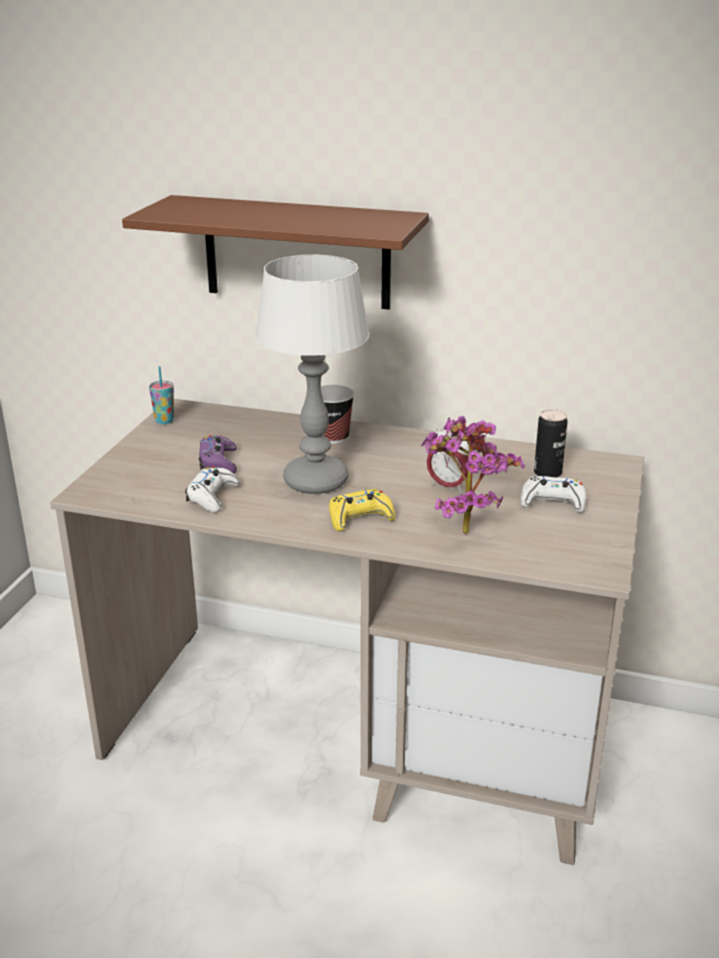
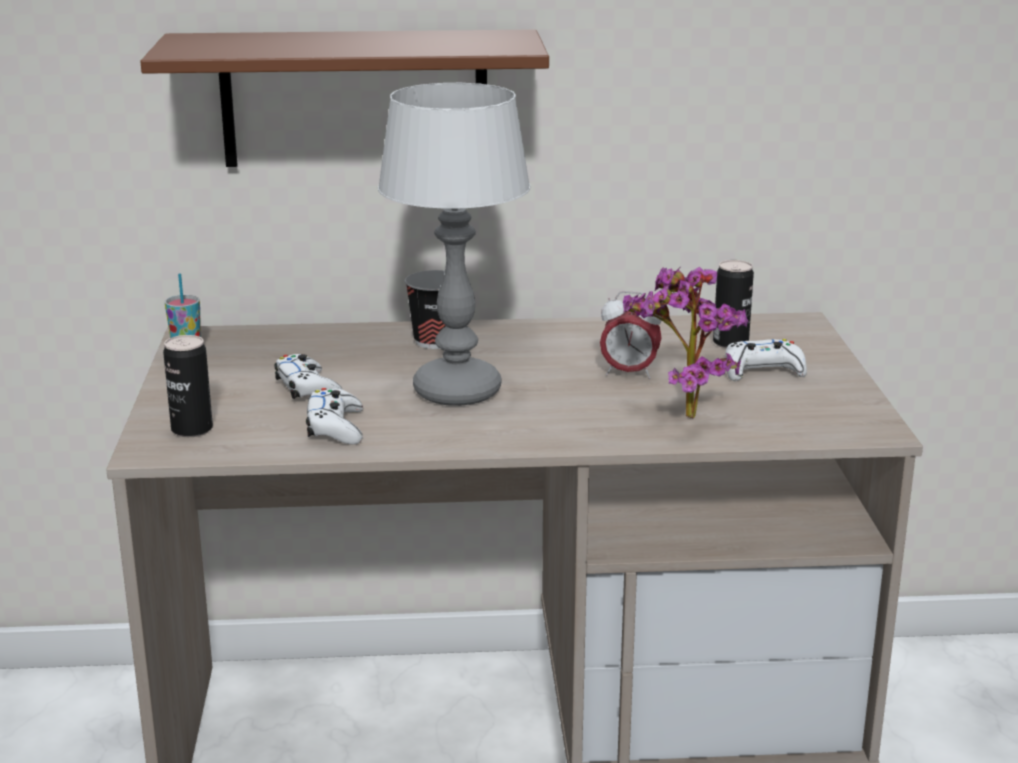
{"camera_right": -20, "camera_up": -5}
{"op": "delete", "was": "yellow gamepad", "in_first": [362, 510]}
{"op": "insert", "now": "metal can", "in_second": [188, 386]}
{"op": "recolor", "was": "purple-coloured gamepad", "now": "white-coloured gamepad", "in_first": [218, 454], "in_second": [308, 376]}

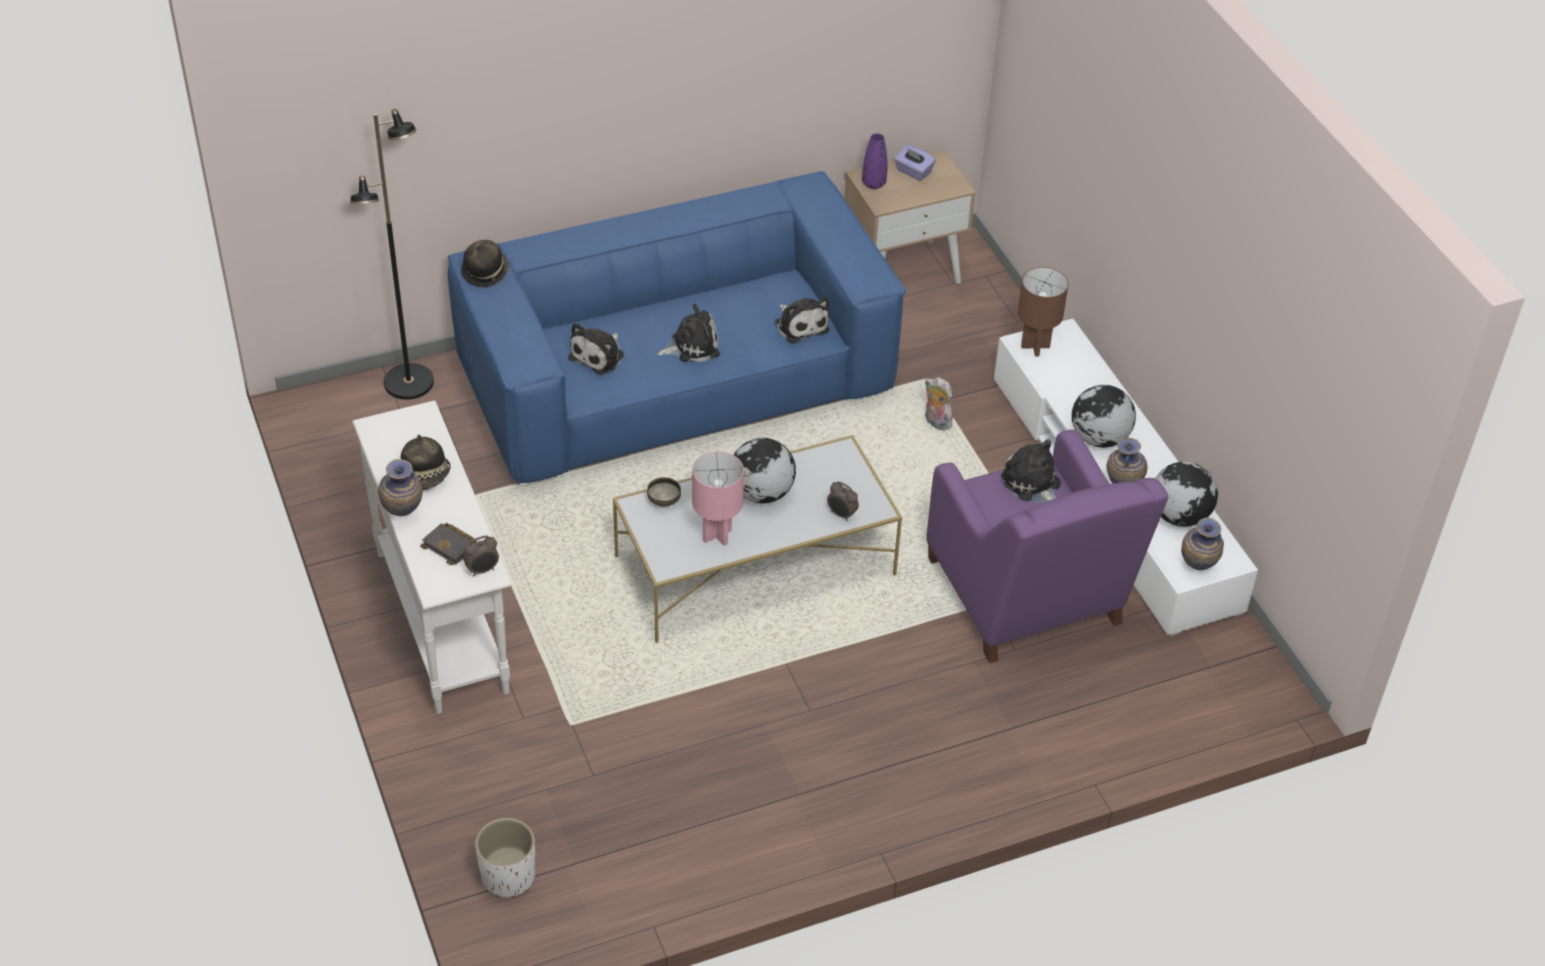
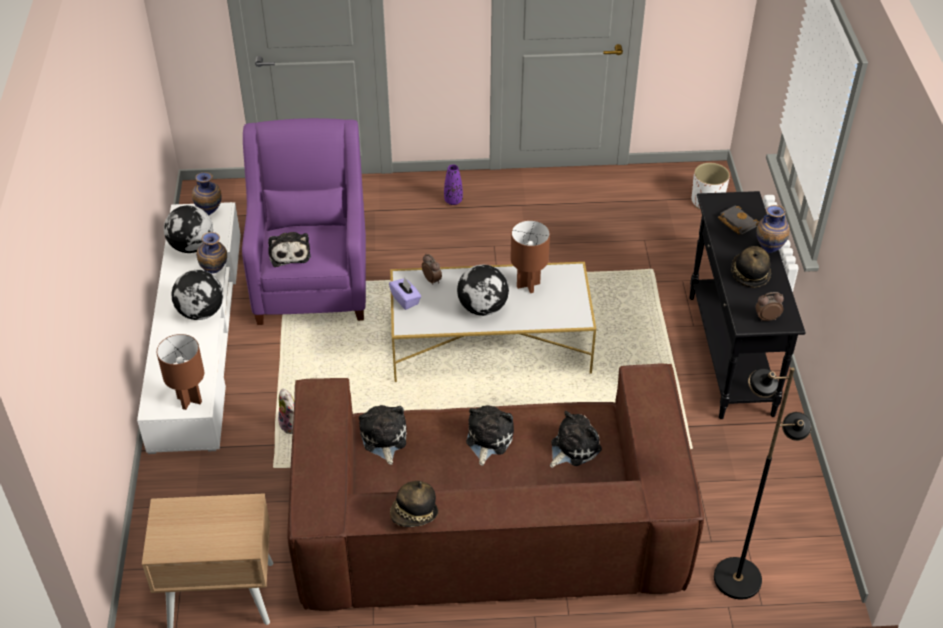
{"camera_right": -160, "camera_up": 0}
{"op": "delete", "was": "deep dish", "in_first": [664, 491]}
{"op": "move", "was": "hat", "in_first": [485, 263], "in_second": [414, 504]}
{"op": "move", "was": "bedside clock", "in_first": [481, 556], "in_second": [770, 306]}
{"op": "move", "was": "purple-coloured vase", "in_first": [874, 161], "in_second": [453, 184]}
{"op": "move", "was": "purple-coloured tissue holder", "in_first": [915, 163], "in_second": [405, 294]}
{"op": "recolor", "was": "white-coloured console table", "now": "black-coloured console table", "in_first": [432, 556], "in_second": [747, 305]}
{"op": "recolor", "was": "blue settee", "now": "brownish settee", "in_first": [676, 327], "in_second": [496, 487]}
{"op": "recolor", "was": "pinkish tabletop lamp", "now": "brownish tabletop lamp", "in_first": [718, 498], "in_second": [530, 256]}
{"op": "rotate", "was": "soft toy", "in_first": [688, 333], "in_second": [490, 435], "clockwise": 105}

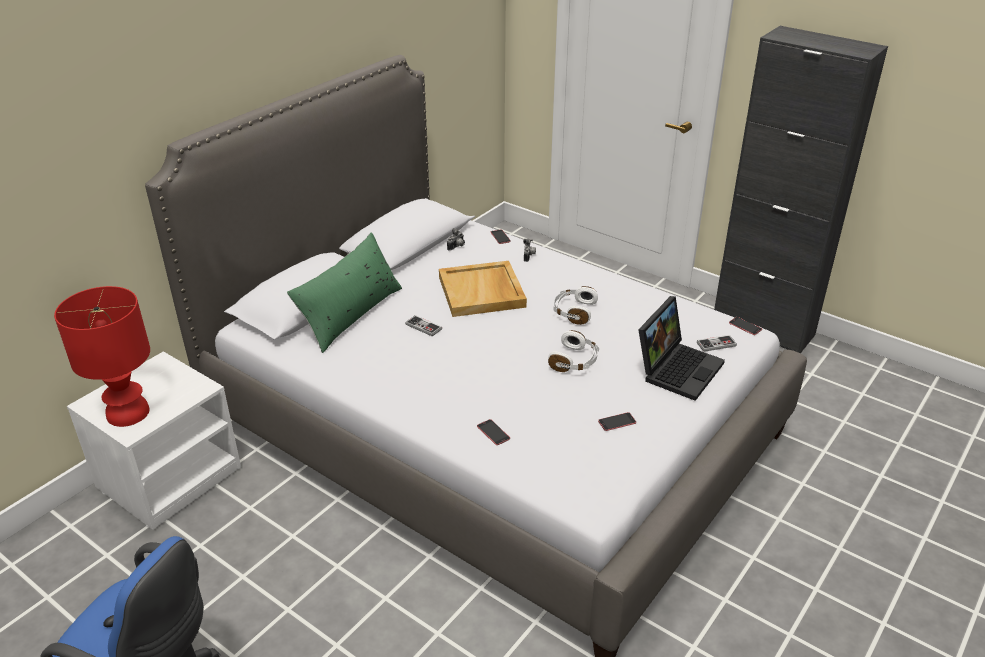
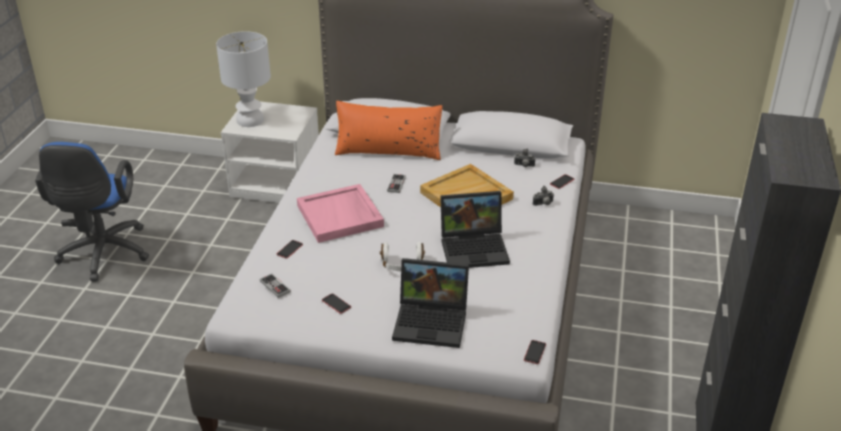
{"camera_right": 65, "camera_up": 0}
{"op": "insert", "now": "pinkish serving tray", "in_second": [340, 213]}
{"op": "move", "was": "gamepad", "in_first": [717, 343], "in_second": [275, 286]}
{"op": "replace", "was": "white-coloured pair of headphones", "now": "portable computer", "in_first": [575, 305], "in_second": [475, 229]}
{"op": "recolor", "was": "reddish tabletop lamp", "now": "white-coloured tabletop lamp", "in_first": [102, 356], "in_second": [243, 79]}
{"op": "recolor", "was": "greenish cushion", "now": "orange cushion", "in_first": [344, 292], "in_second": [389, 130]}

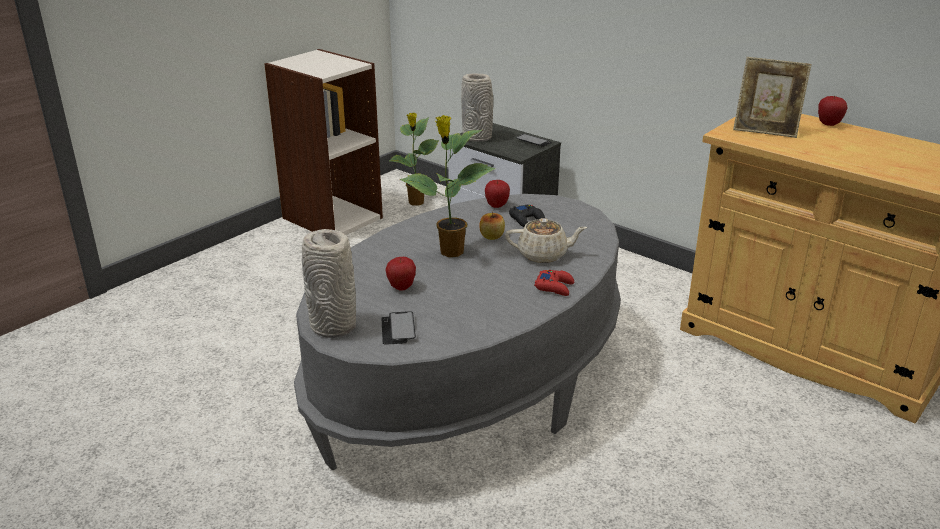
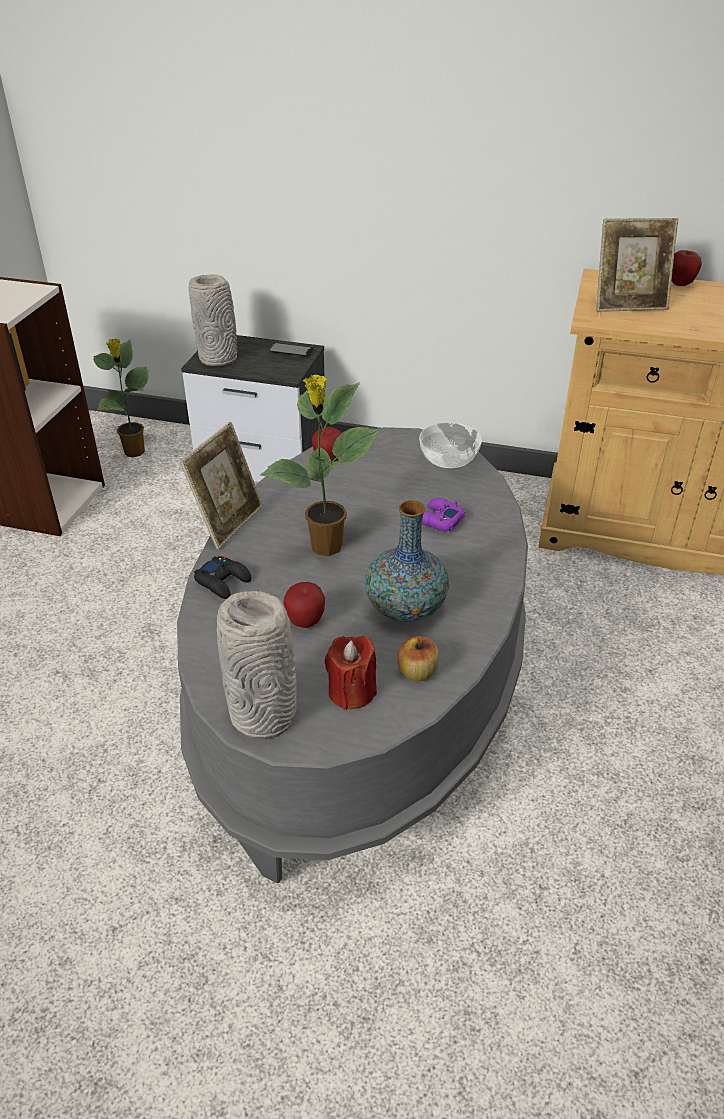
{"camera_right": -25, "camera_up": 10}
{"op": "delete", "was": "reddish gamepad", "in_first": [554, 283]}
{"op": "insert", "now": "picture frame", "in_second": [221, 486]}
{"op": "insert", "now": "vase", "in_second": [407, 561]}
{"op": "insert", "now": "deep dish", "in_second": [450, 446]}
{"op": "move", "was": "apple fruit", "in_first": [492, 225], "in_second": [418, 658]}
{"op": "move", "was": "black-coloured gamepad", "in_first": [527, 216], "in_second": [223, 577]}
{"op": "replace", "was": "telephone", "now": "reddish wax candle", "in_first": [398, 327], "in_second": [351, 673]}
{"op": "replace", "was": "sand-coloured tea pot", "now": "purple-coloured gamepad", "in_first": [546, 240], "in_second": [443, 514]}

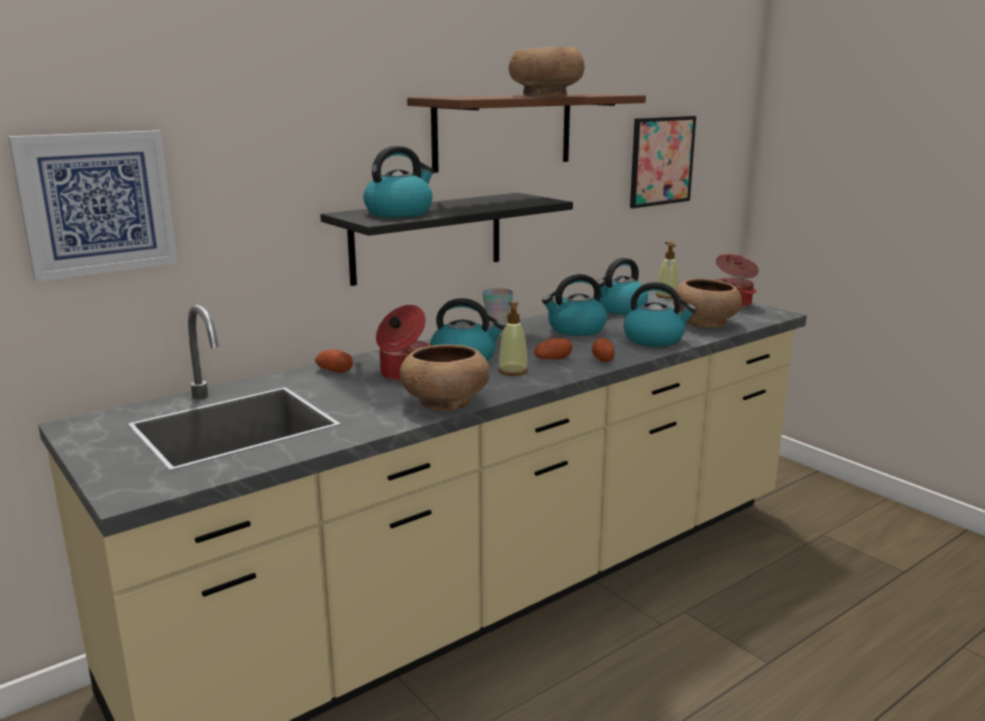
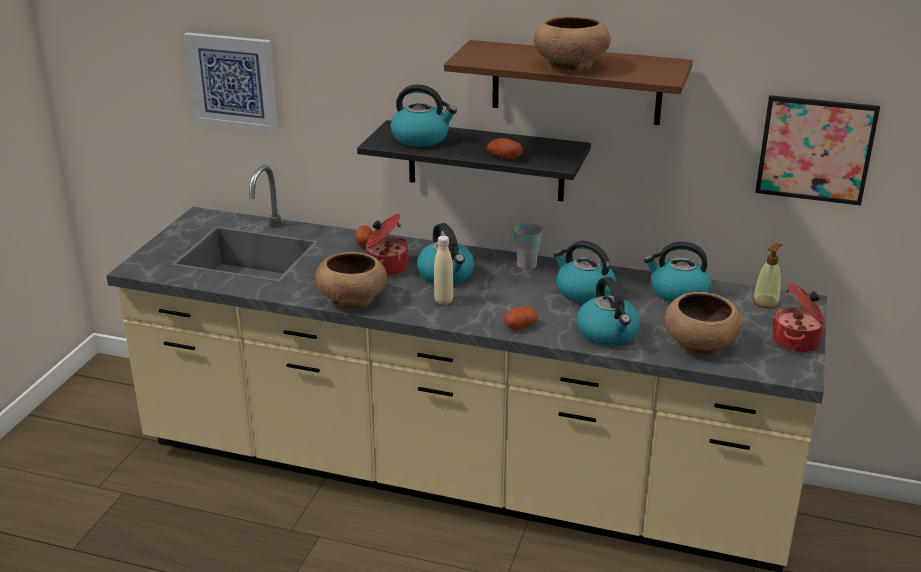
{"camera_right": 55, "camera_up": 10}
{"op": "move", "was": "potato", "in_first": [553, 349], "in_second": [504, 149]}
{"op": "replace", "was": "liquid soap bottle", "now": "sand-coloured beverage bottle", "in_first": [513, 339], "in_second": [443, 270]}

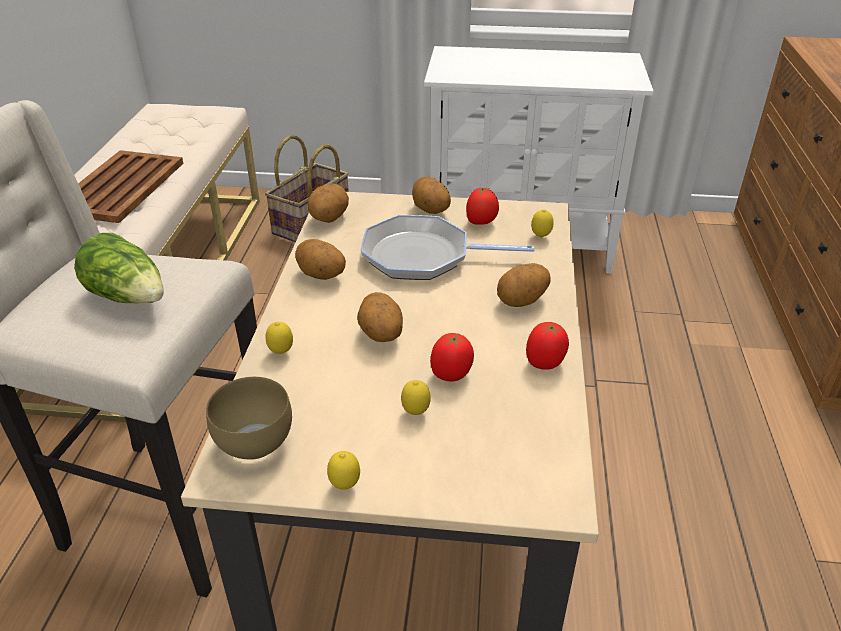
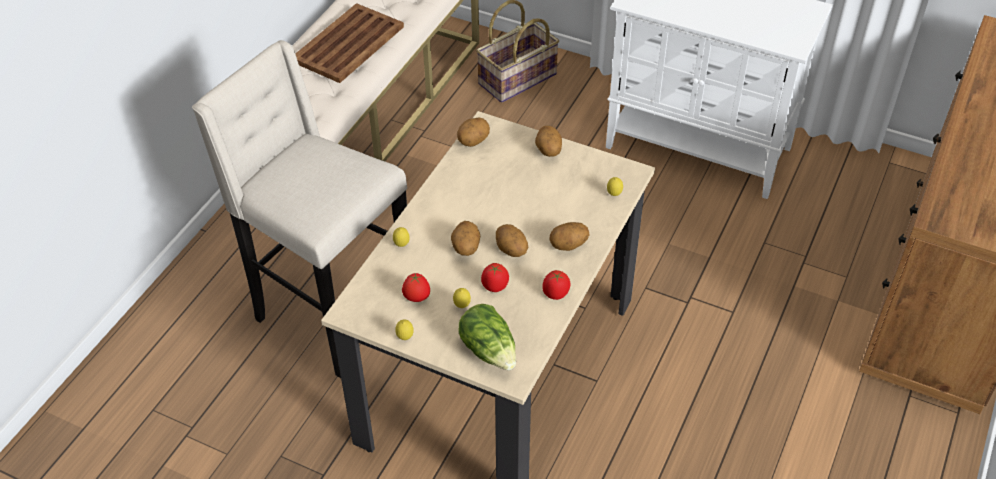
{"camera_right": 20, "camera_up": 10}
{"op": "delete", "was": "brownish deep dish", "in_first": [249, 418]}
{"op": "delete", "was": "frying pan", "in_first": [447, 247]}
{"op": "move", "was": "head of lettuce", "in_first": [118, 268], "in_second": [487, 337]}
{"op": "move", "was": "potato", "in_first": [320, 259], "in_second": [512, 240]}
{"op": "move", "was": "tomato", "in_first": [482, 206], "in_second": [416, 287]}

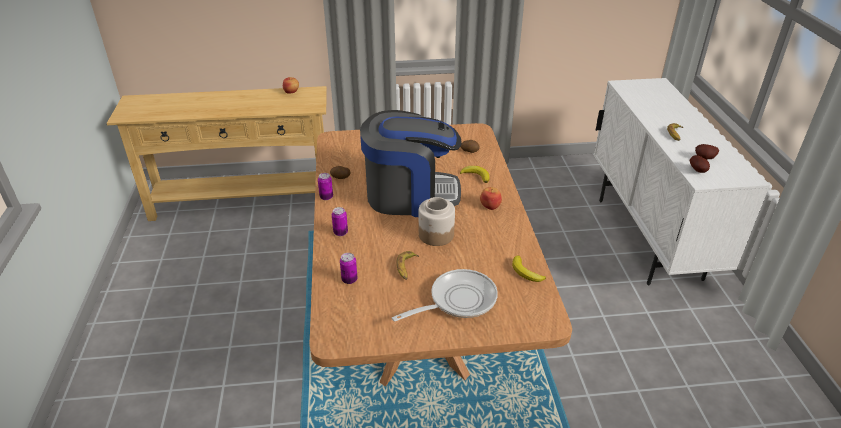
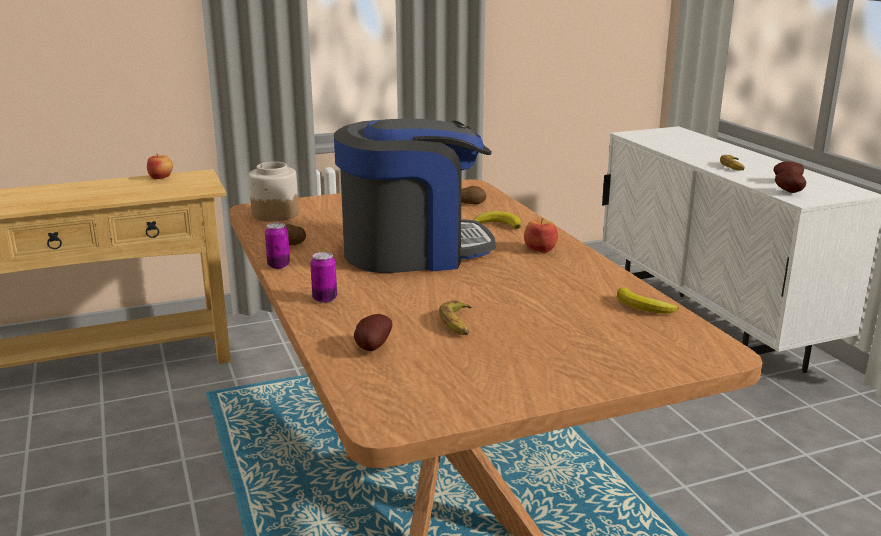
{"camera_right": -15, "camera_up": -15}
{"op": "delete", "was": "frying pan", "in_first": [445, 295]}
{"op": "move", "was": "jar", "in_first": [437, 221], "in_second": [274, 192]}
{"op": "replace", "was": "metal can", "now": "potato", "in_first": [349, 268], "in_second": [373, 332]}

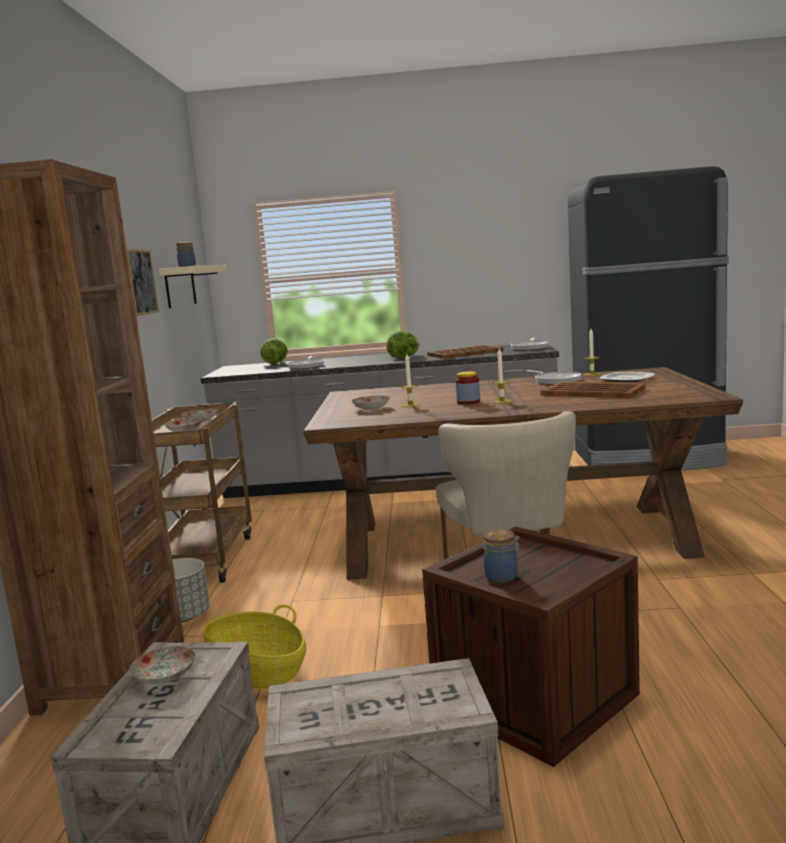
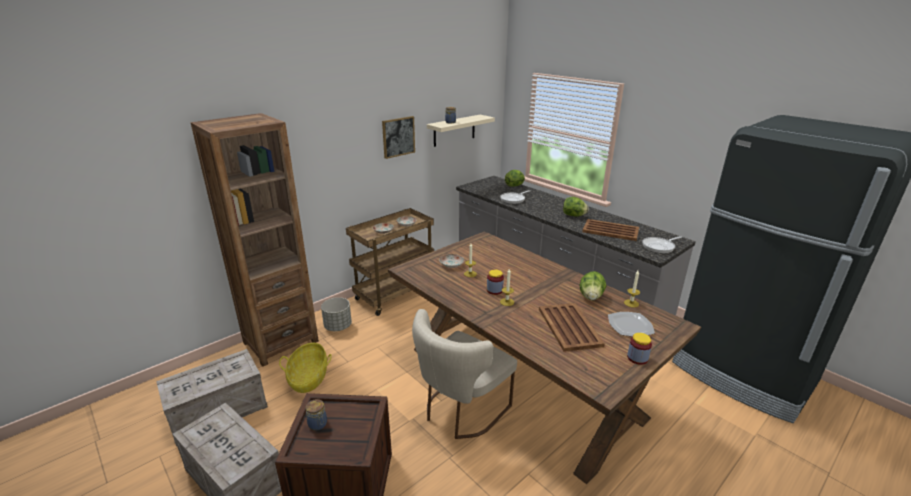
{"camera_right": 45, "camera_up": 15}
{"op": "delete", "was": "plate", "in_first": [162, 665]}
{"op": "insert", "now": "jar", "in_second": [639, 349]}
{"op": "replace", "was": "frying pan", "now": "head of lettuce", "in_first": [553, 377], "in_second": [593, 286]}

